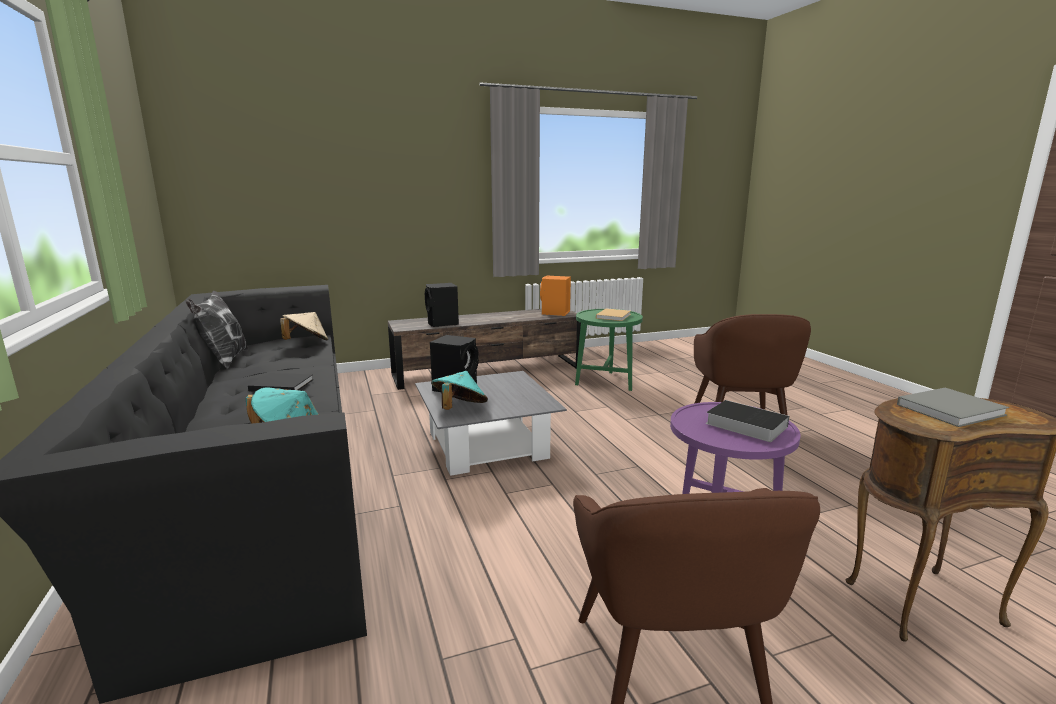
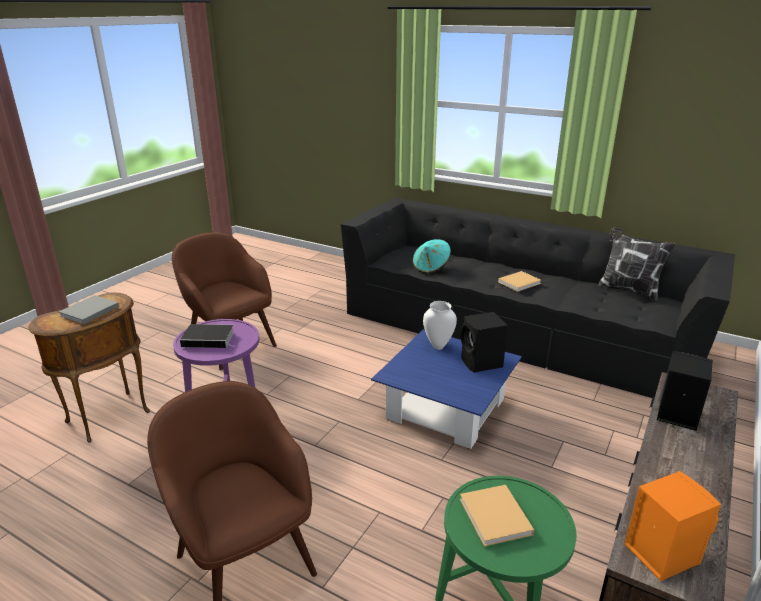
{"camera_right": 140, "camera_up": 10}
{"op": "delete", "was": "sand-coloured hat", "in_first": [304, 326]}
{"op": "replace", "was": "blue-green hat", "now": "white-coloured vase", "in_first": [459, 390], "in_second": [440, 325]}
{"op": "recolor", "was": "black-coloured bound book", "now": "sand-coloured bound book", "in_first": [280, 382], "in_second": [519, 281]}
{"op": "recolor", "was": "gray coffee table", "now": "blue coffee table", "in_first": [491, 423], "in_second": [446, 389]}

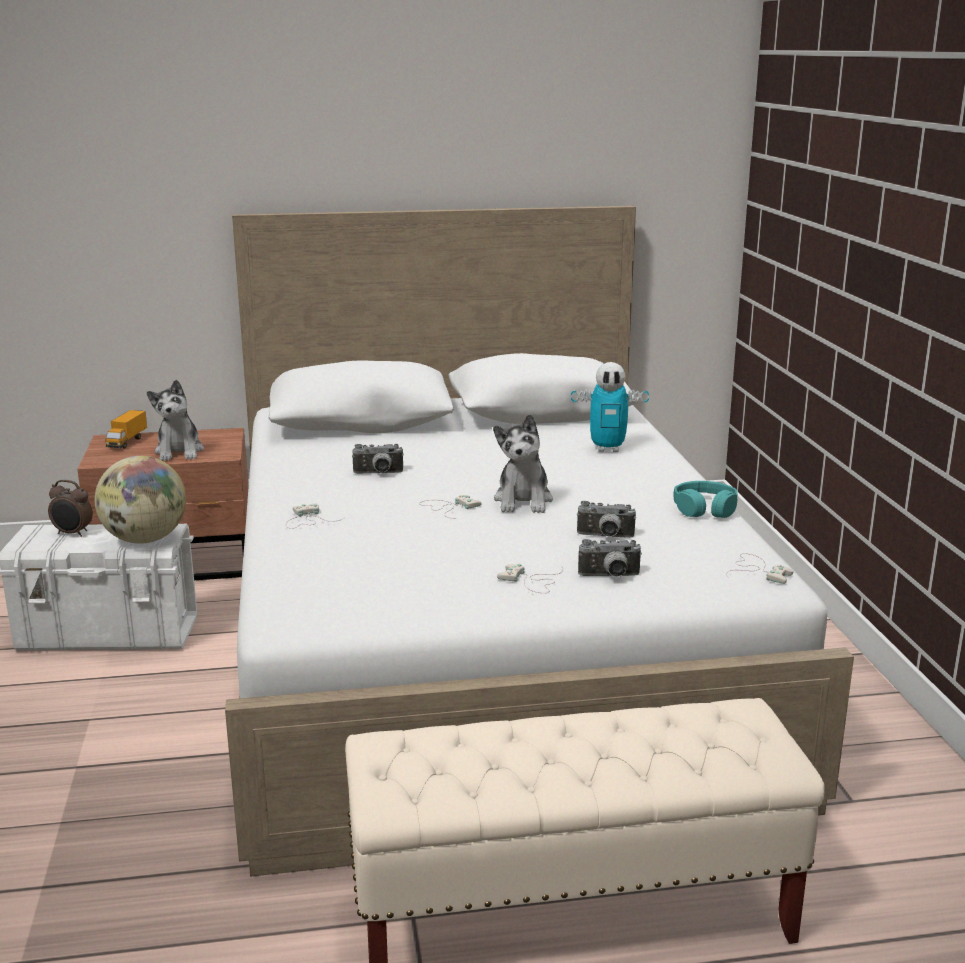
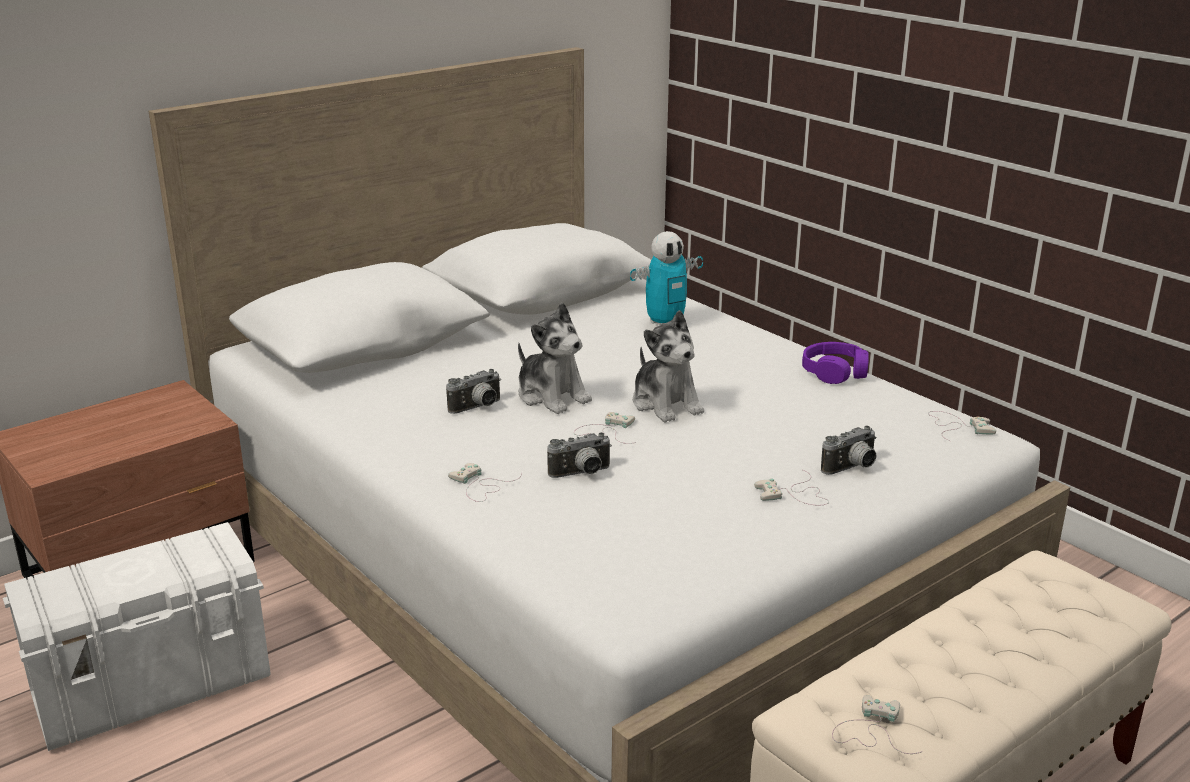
{"camera_right": -30, "camera_up": 5}
{"op": "delete", "was": "bedside clock", "in_first": [70, 508]}
{"op": "delete", "was": "world globe", "in_first": [140, 500]}
{"op": "delete", "was": "model truck", "in_first": [126, 429]}
{"op": "insert", "now": "white-coloured gamepad", "in_second": [877, 724]}
{"op": "move", "was": "soft toy", "in_first": [175, 420], "in_second": [555, 358]}
{"op": "move", "was": "still camera", "in_first": [606, 519], "in_second": [579, 455]}
{"op": "recolor", "was": "blue-green pair of headphones", "now": "purple-coloured pair of headphones", "in_first": [706, 499], "in_second": [835, 363]}

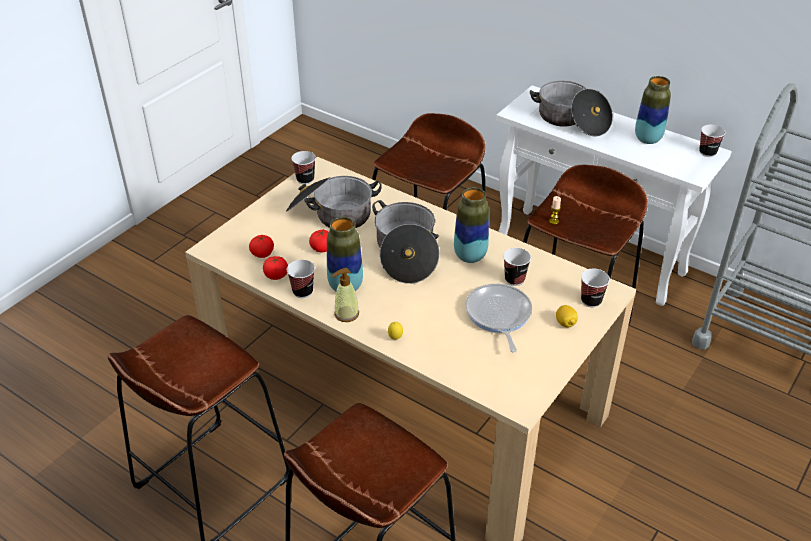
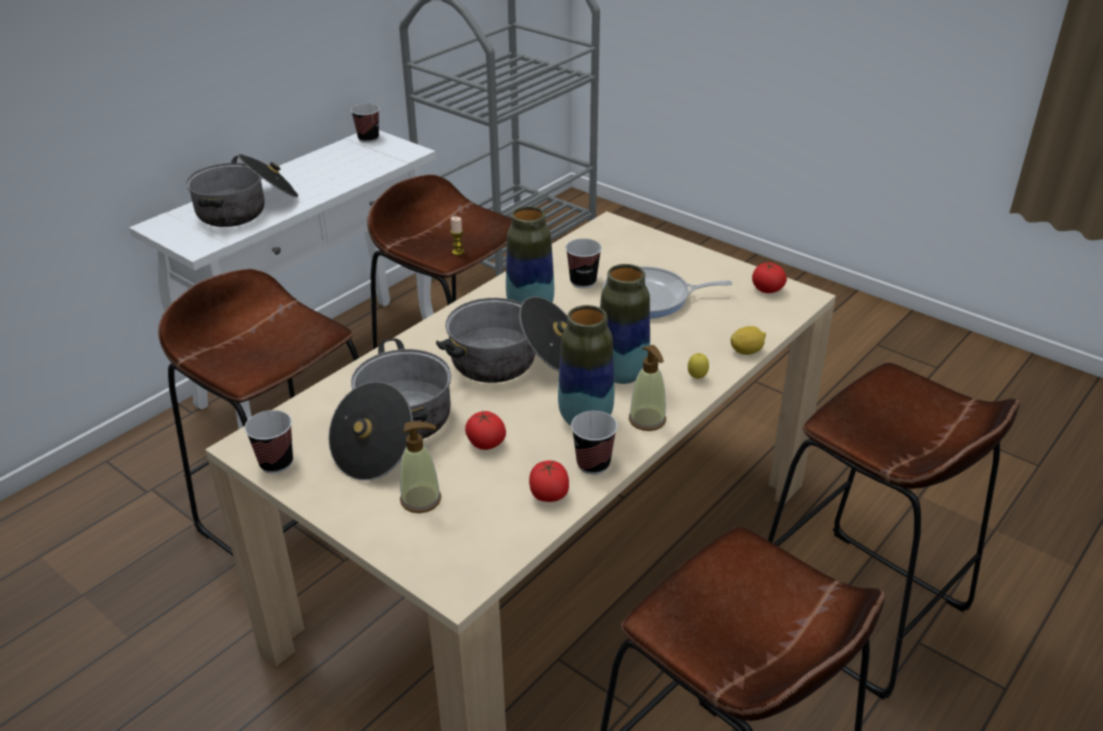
{"camera_right": -85, "camera_up": -5}
{"op": "delete", "was": "small cup", "in_first": [595, 288]}
{"op": "insert", "now": "liquid soap bottle", "in_second": [421, 467]}
{"op": "move", "was": "tomato", "in_first": [261, 246], "in_second": [769, 277]}
{"op": "move", "was": "citrus fruit", "in_first": [567, 316], "in_second": [748, 340]}
{"op": "move", "was": "vase", "in_first": [653, 110], "in_second": [625, 324]}

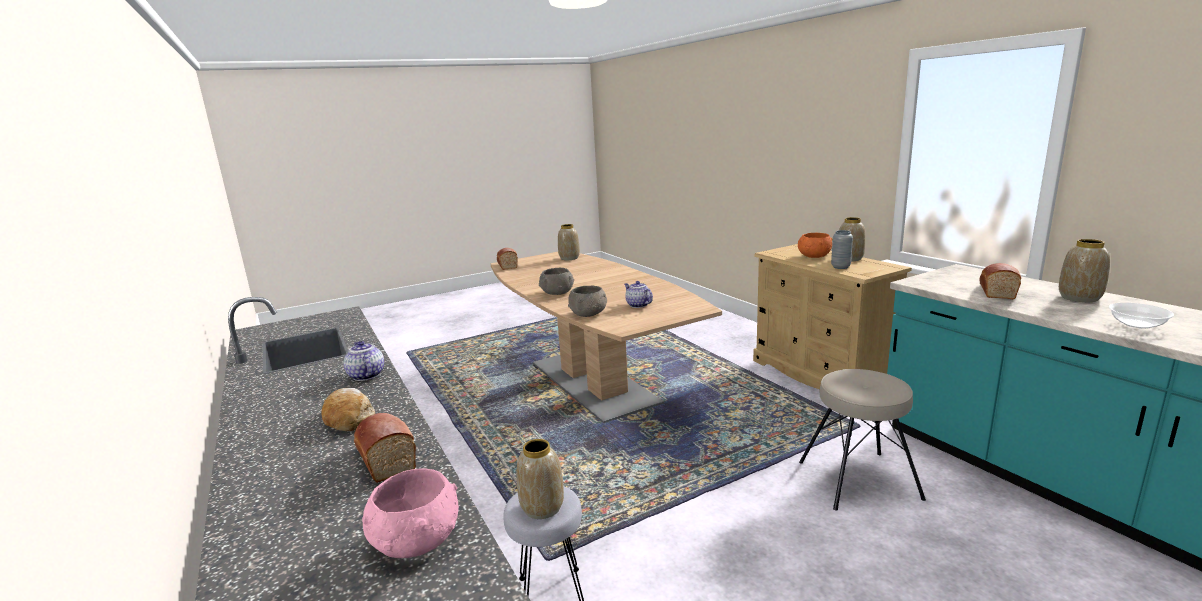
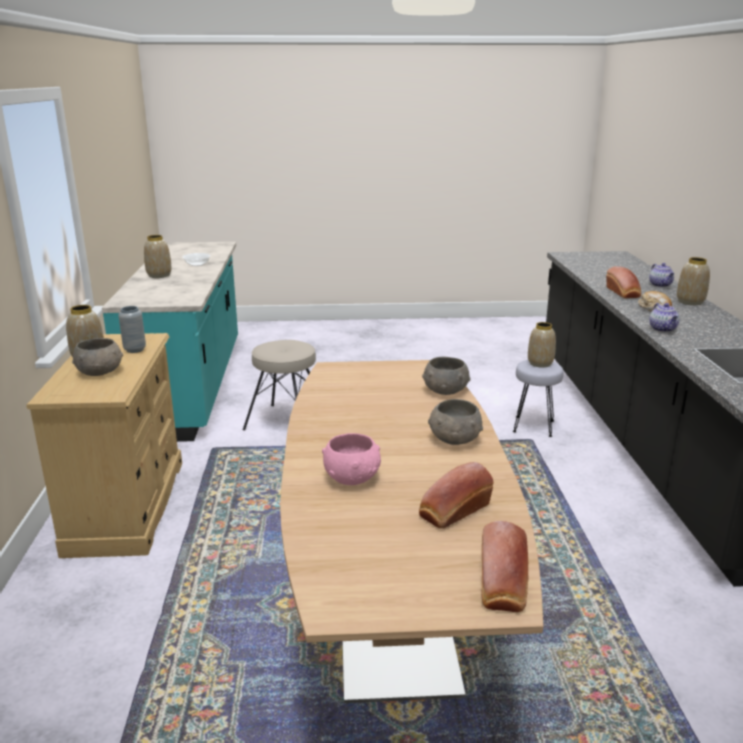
{"camera_right": -155, "camera_up": 5}
{"op": "move", "was": "pinkish deep dish", "in_first": [410, 513], "in_second": [351, 459]}
{"op": "move", "was": "vase", "in_first": [569, 242], "in_second": [693, 281]}
{"op": "move", "was": "tea pot", "in_first": [638, 294], "in_second": [661, 275]}
{"op": "move", "was": "bread", "in_first": [1000, 281], "in_second": [456, 495]}
{"op": "recolor", "was": "orange deep dish", "now": "gray deep dish", "in_first": [815, 245], "in_second": [97, 357]}

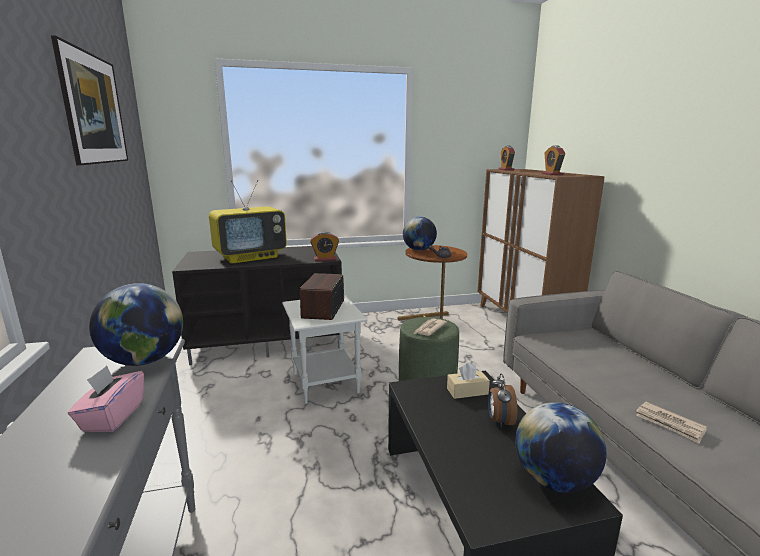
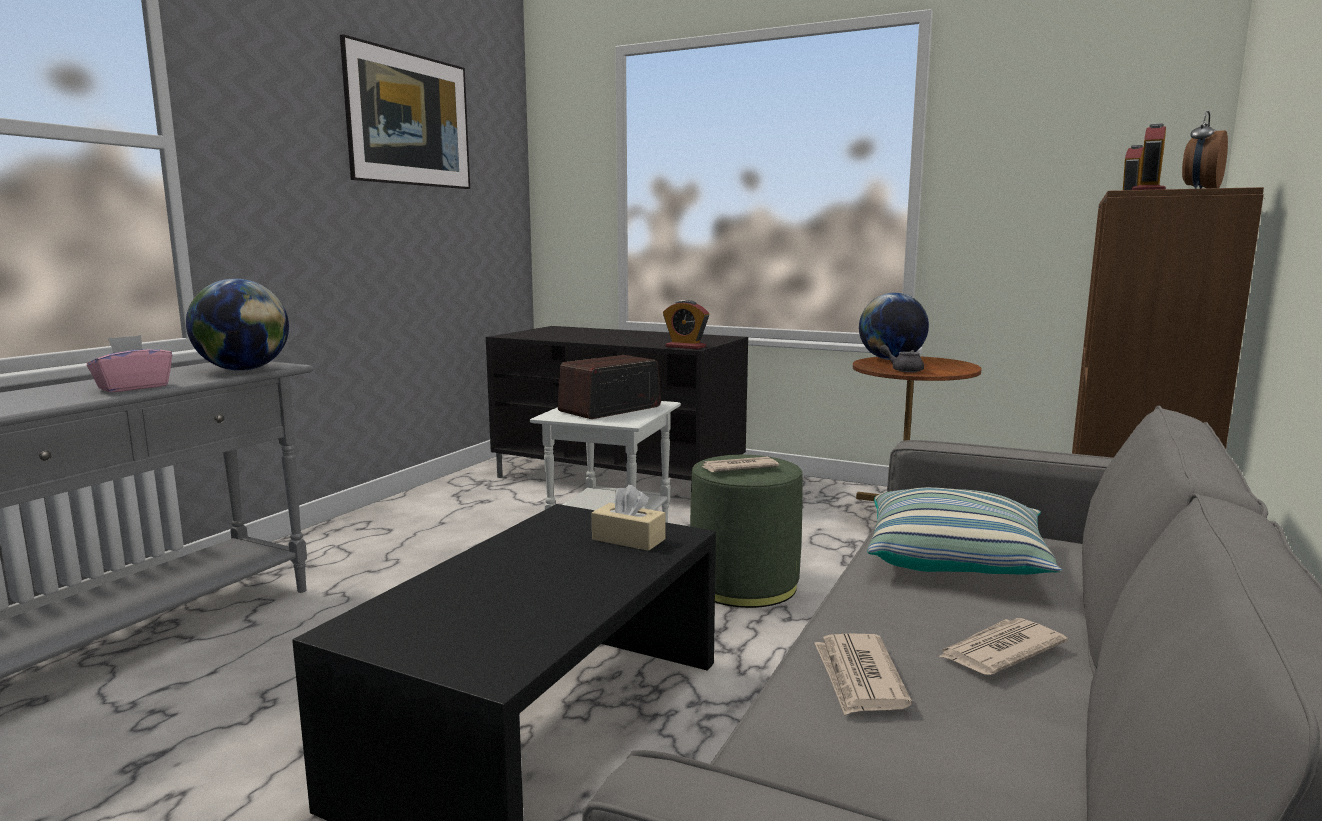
{"camera_right": 40, "camera_up": -5}
{"op": "delete", "was": "TV set", "in_first": [248, 222]}
{"op": "delete", "was": "world globe", "in_first": [560, 447]}
{"op": "insert", "now": "cushion", "in_second": [965, 531]}
{"op": "insert", "now": "daily paper", "in_second": [1003, 646]}
{"op": "move", "was": "bedside clock", "in_first": [502, 400], "in_second": [1205, 150]}

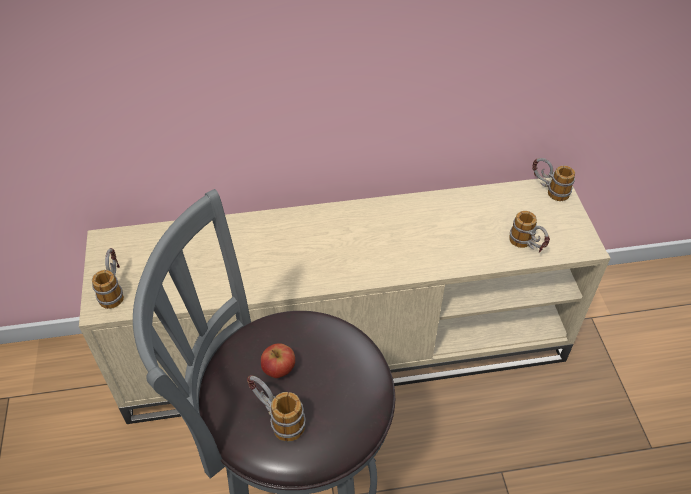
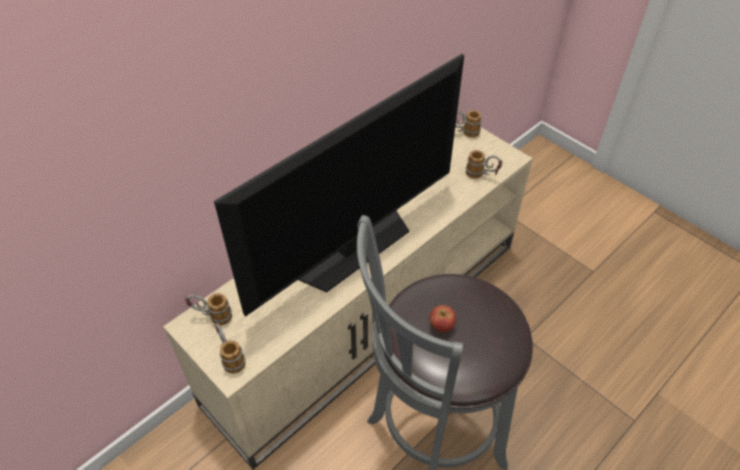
{"camera_right": -35, "camera_up": 0}
{"op": "insert", "now": "TV set", "in_second": [339, 185]}
{"op": "move", "was": "coffee mug", "in_first": [276, 408], "in_second": [208, 309]}

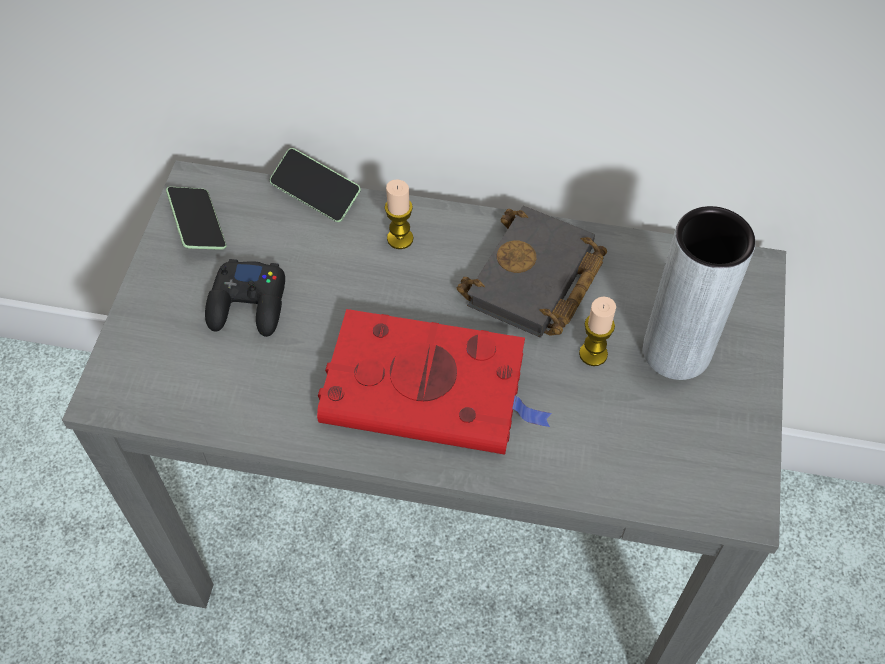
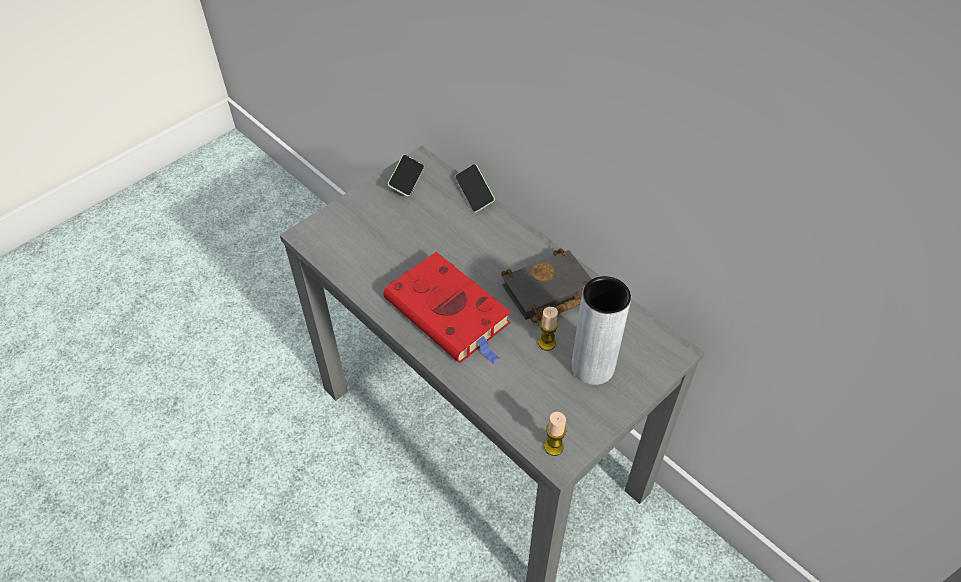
{"camera_right": 35, "camera_up": -5}
{"op": "delete", "was": "black-coloured gamepad", "in_first": [245, 298]}
{"op": "move", "was": "wax candle", "in_first": [399, 214], "in_second": [555, 434]}

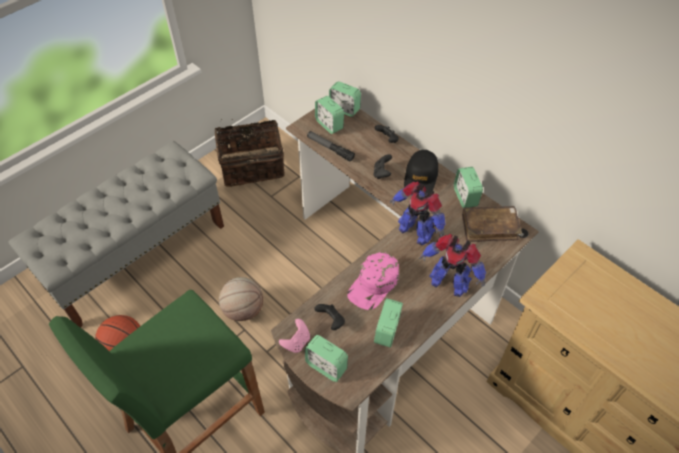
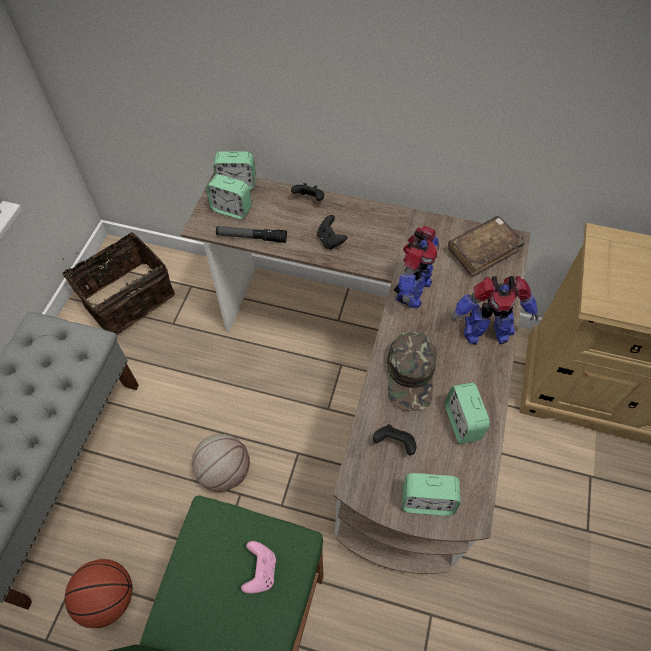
{"camera_right": -30, "camera_up": 5}
{"op": "delete", "was": "black-coloured baseball cap", "in_first": [421, 172]}
{"op": "delete", "was": "bedside clock", "in_first": [468, 187]}
{"op": "move", "was": "pinkish gamepad", "in_first": [294, 336], "in_second": [258, 567]}
{"op": "recolor", "was": "pinkish baseball cap", "now": "greenish baseball cap", "in_first": [373, 281], "in_second": [412, 371]}
{"op": "rotate", "was": "robot figure", "in_first": [418, 213], "in_second": [416, 267], "clockwise": -75}

